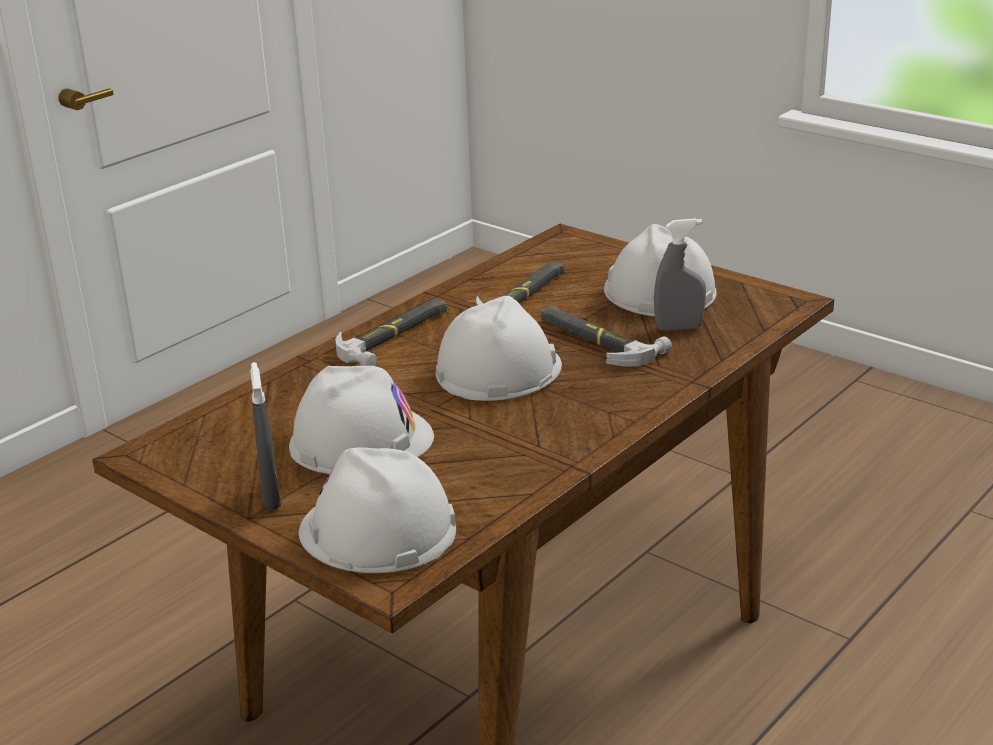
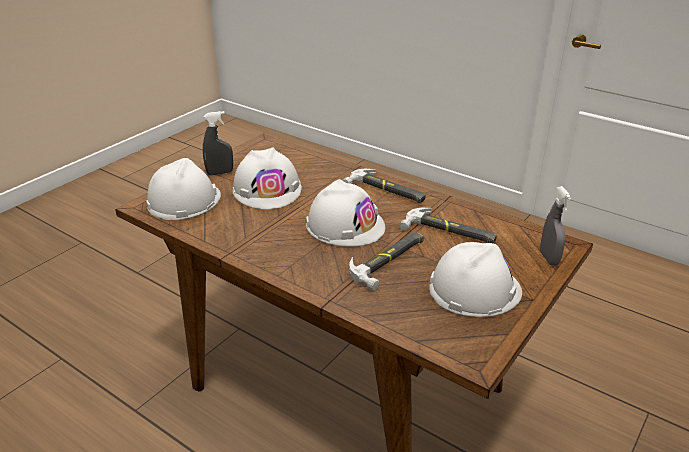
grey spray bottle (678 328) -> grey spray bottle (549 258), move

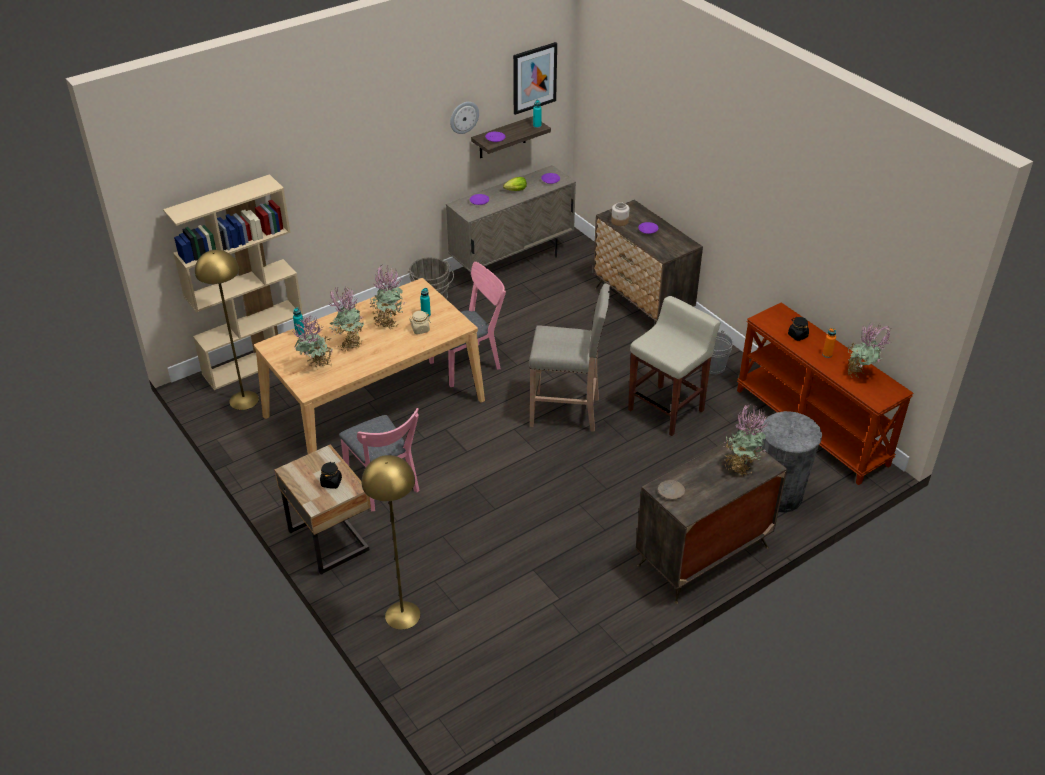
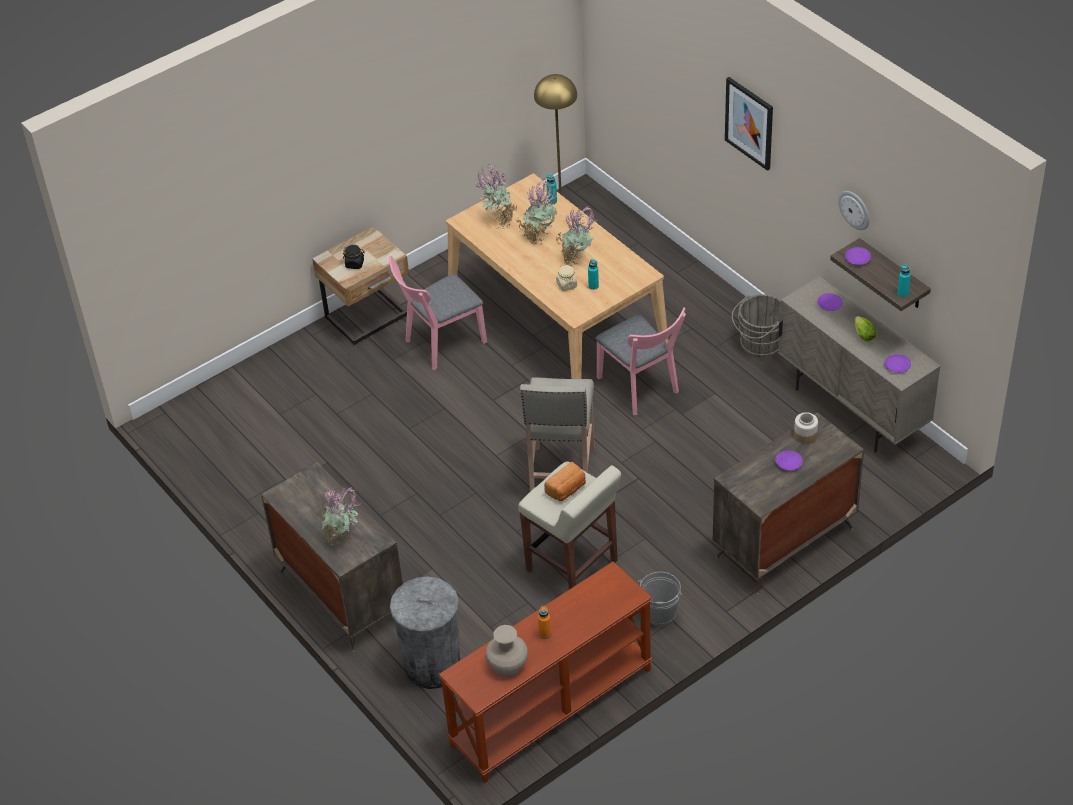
beige bookcase (256 362) -> none
yellow floor lamp (402 615) -> none
picture (534 78) -> picture (749 123), move
beige plate (670 492) -> none
black jar (797 335) -> none
potted plant (861 374) -> beige vase (507 664)
none -> bread (567 490)

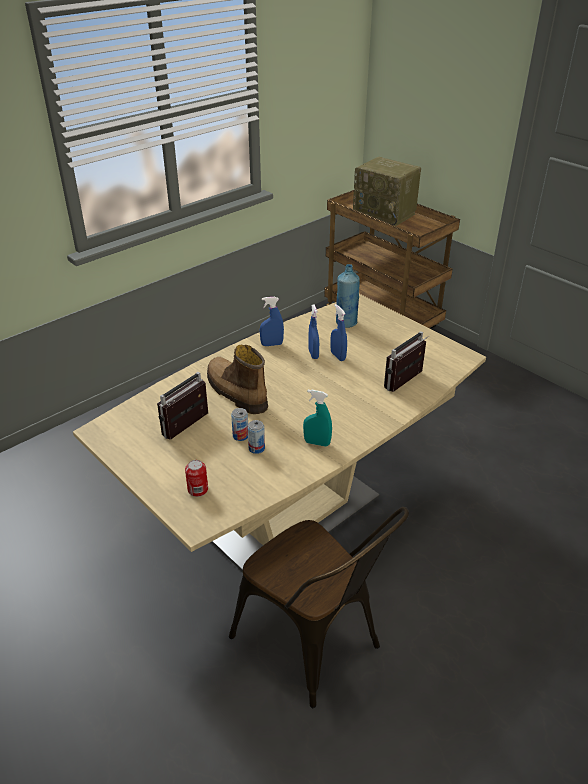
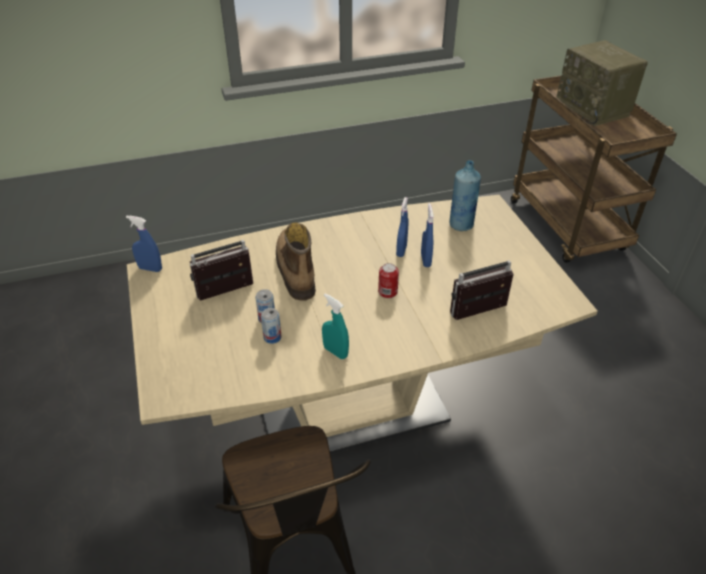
can (198 489) -> can (387 292), move
blue spray bottle (272 344) -> blue spray bottle (150 269), move

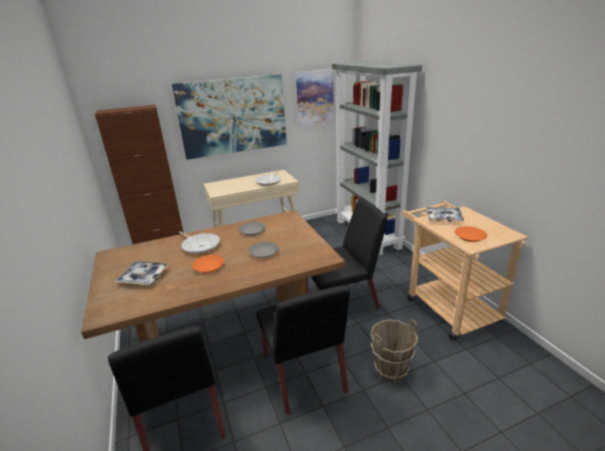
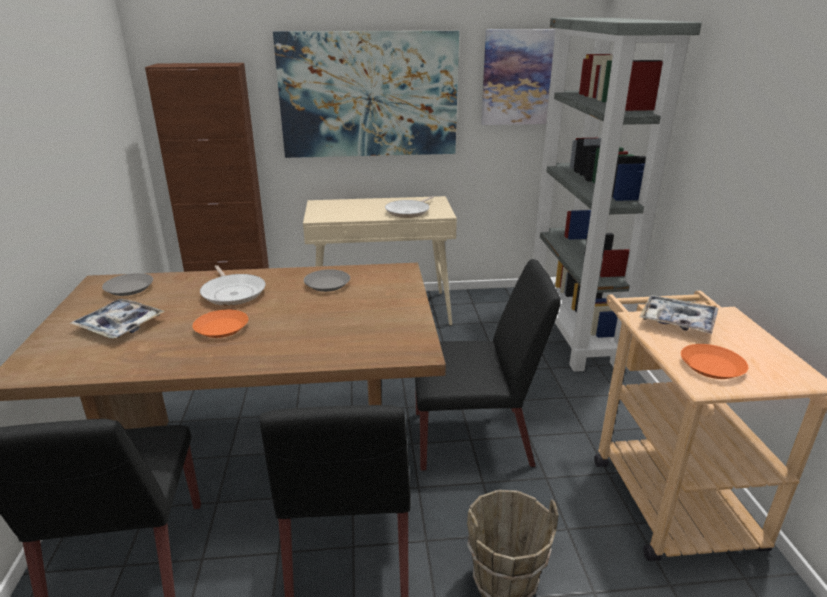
grey plate (263 252) -> grey plate (128 288), move

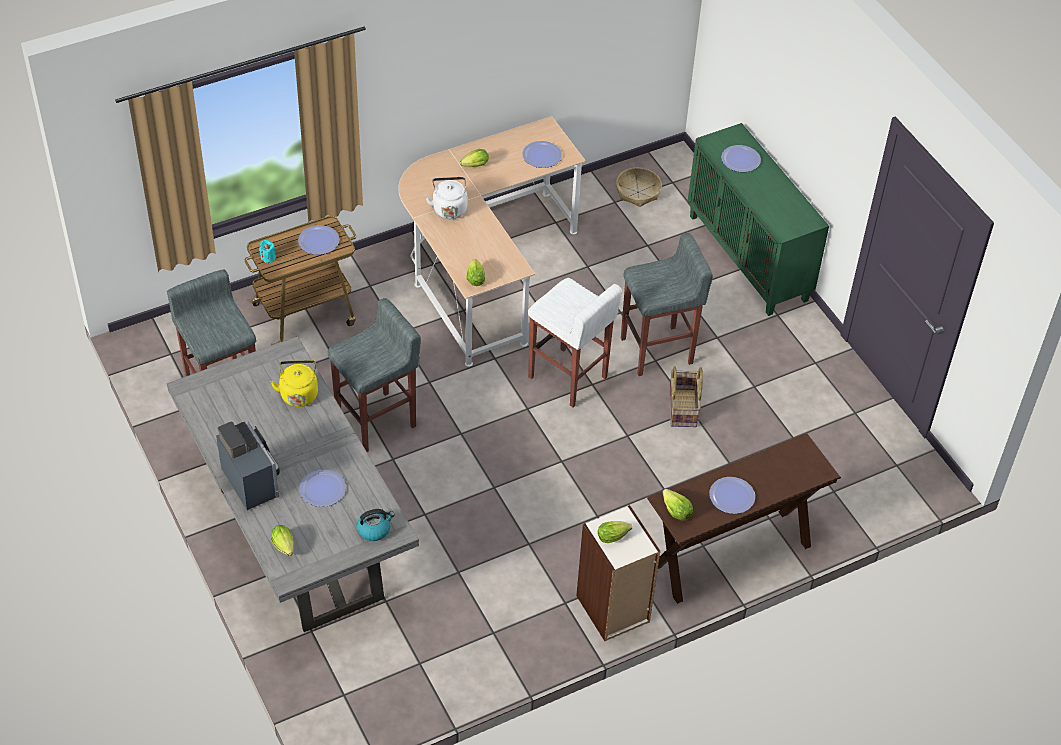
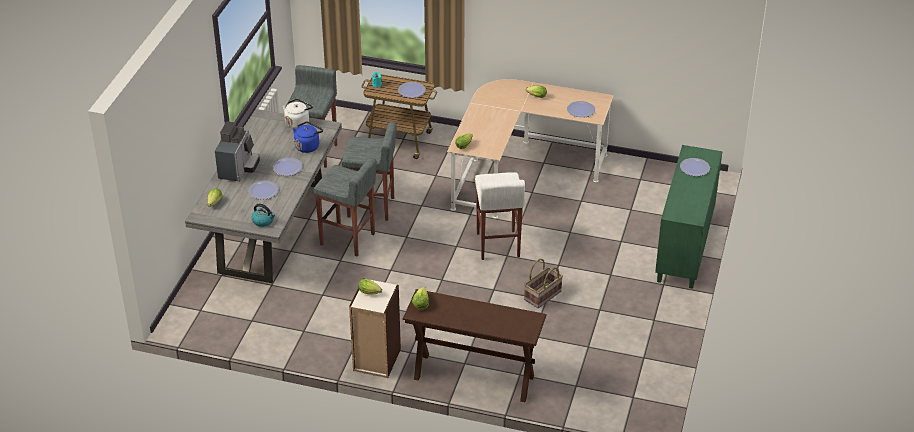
yellow kettle (298 393) -> blue kettle (308 146)
white kettle (449 208) -> white kettle (298 122), move
basket (638 192) -> none
grey stool (658 351) -> grey stool (348 240), move
plate (732 496) -> plate (287 167), move

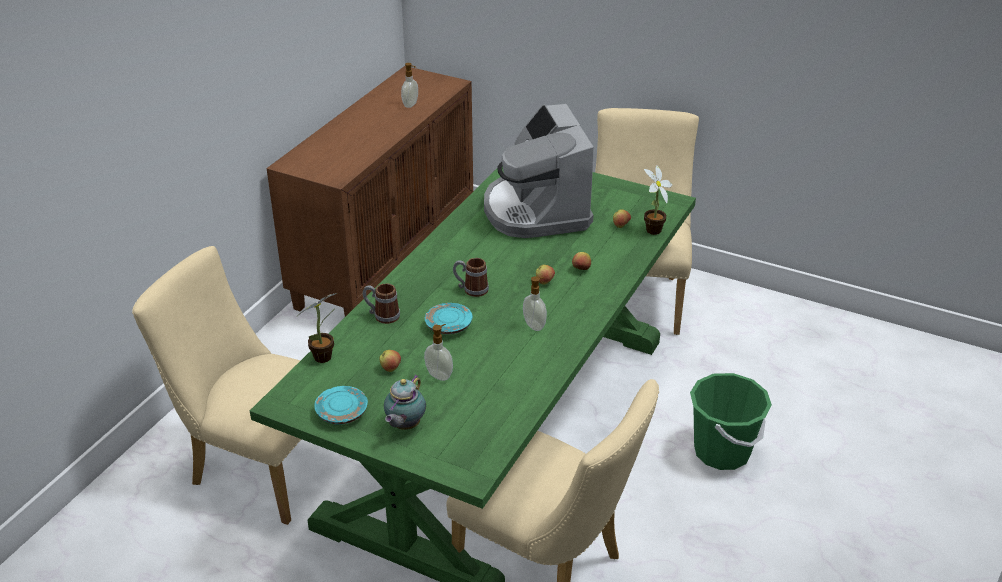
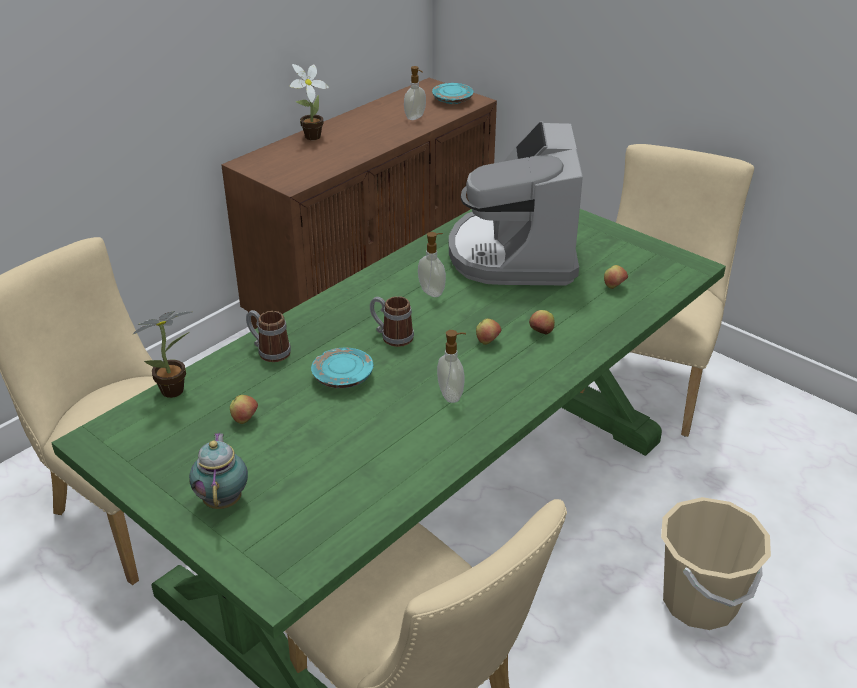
turquoise plate (342 412) -> turquoise plate (452 100), move
teapot (404 426) -> teapot (223 499), 135 degrees clockwise
soap dispenser (439 375) -> soap dispenser (432 291), move
potted plant (652 231) -> potted plant (310 137), move
green bucket (722 451) -> beige bucket (699 601)

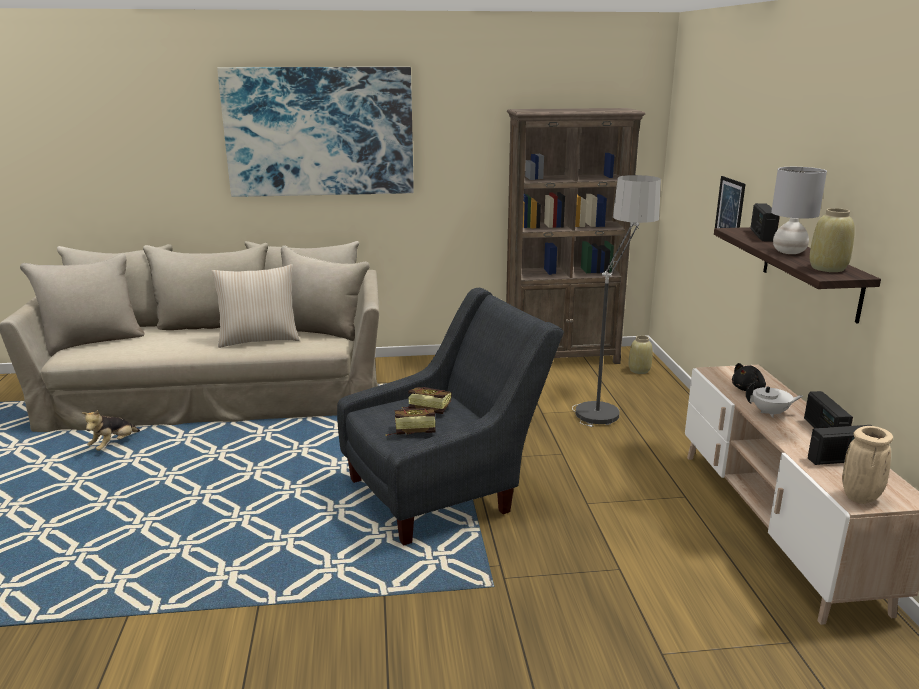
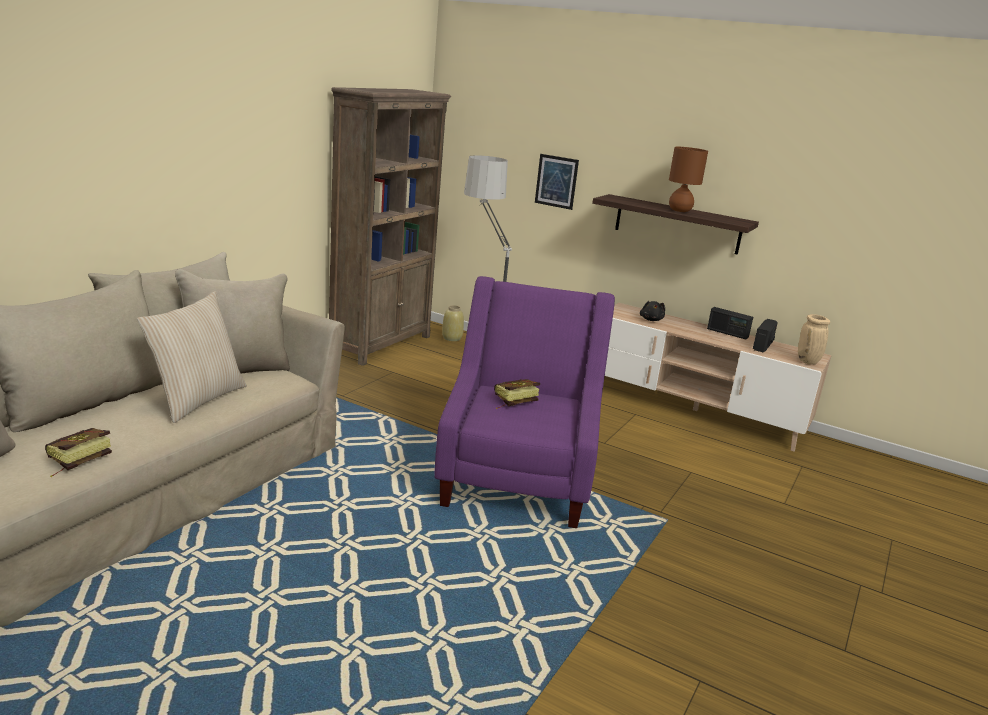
plush toy (113 445) -> none
picture (319 132) -> none
grey armchair (445 491) -> purple armchair (517 478)
book (410 431) -> book (74 462), move
white teapot (770 413) -> none
radio (762 235) -> none
grey table lamp (788 252) -> brown table lamp (679 210)
beige vase (827 268) -> none

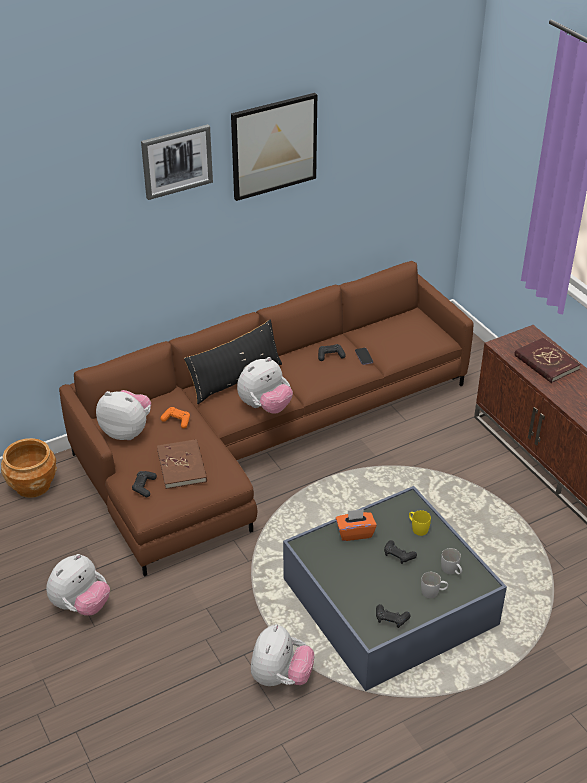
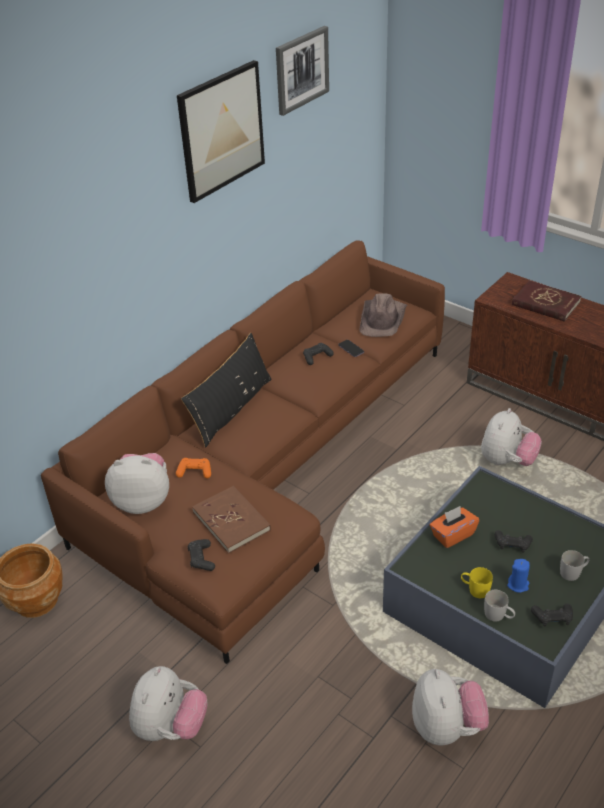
picture (176 161) -> picture (301 70), move
plush toy (265 406) -> plush toy (507 461), move
yellow mug (417 528) -> yellow mug (474 589), move
white mug (451 571) -> white mug (498 616), move
none -> brown hat (383 319)
none -> blue candle (518 585)

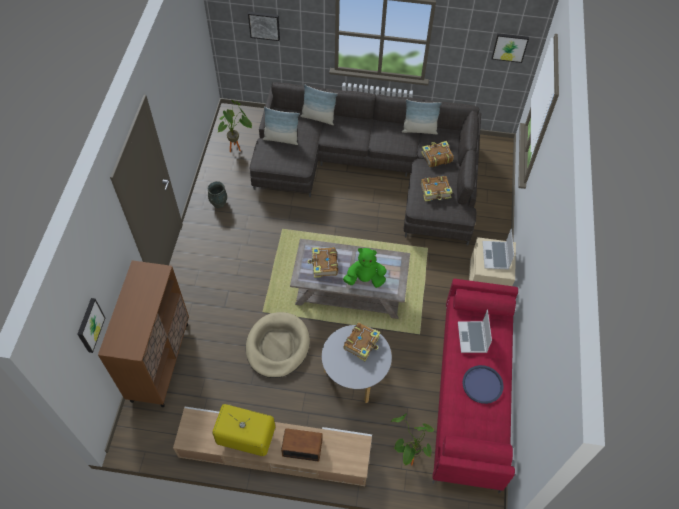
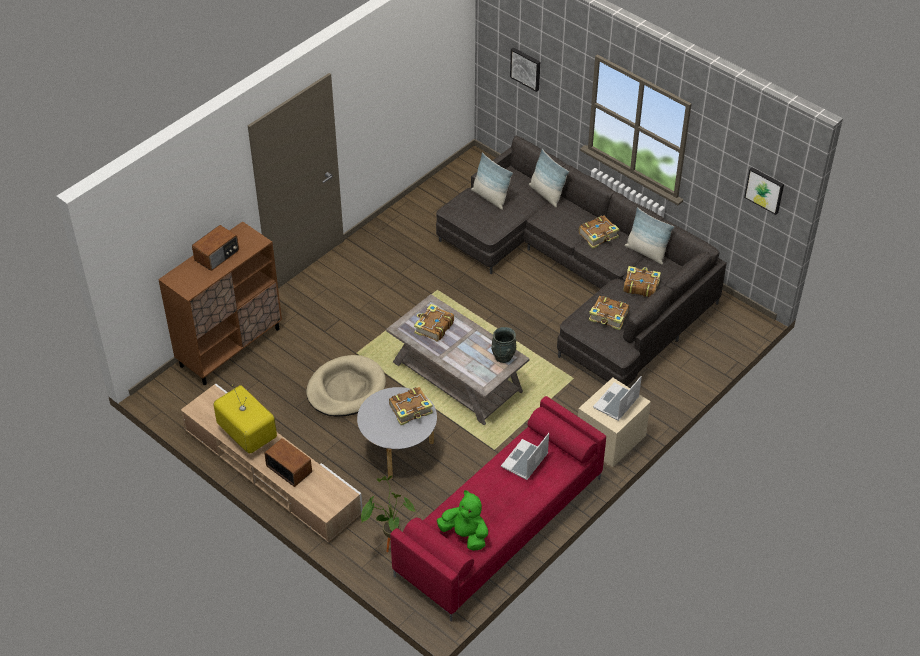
picture (89 325) -> none
grey vase (219 203) -> grey vase (503 357), move
potted plant (237 148) -> none
green plush toy (365 279) -> green plush toy (465 535), move
blue tray (482 384) -> none
none -> radio (217 256)
none -> book (599 236)

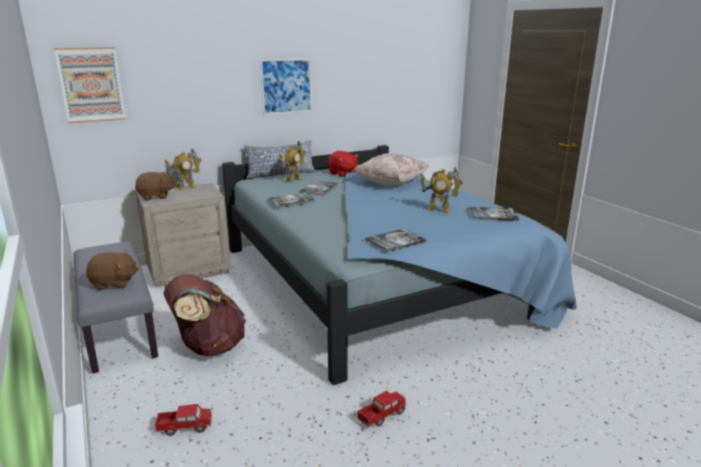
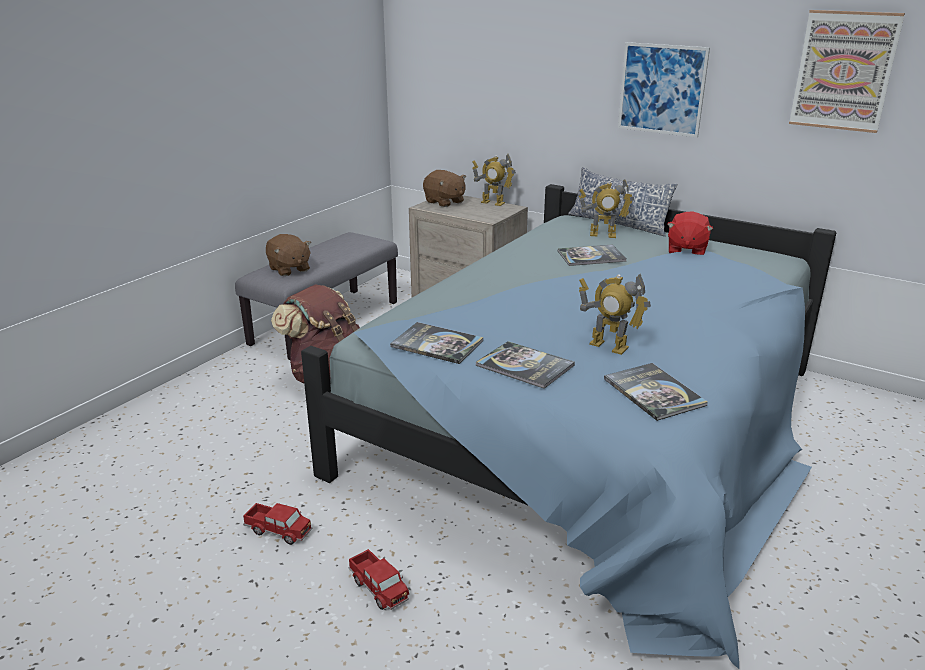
picture (91 85) -> picture (844 71), move
toy truck (184 426) -> toy truck (379 587), move
book (291 201) -> book (525 366), move
beige pillow (391 183) -> none
toy robot (439 210) -> toy robot (608 346), 45 degrees counterclockwise

